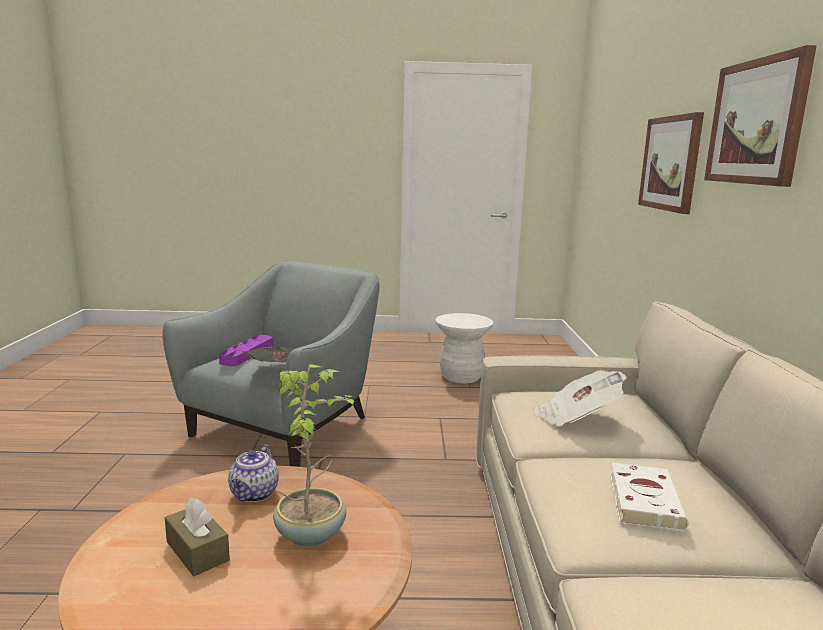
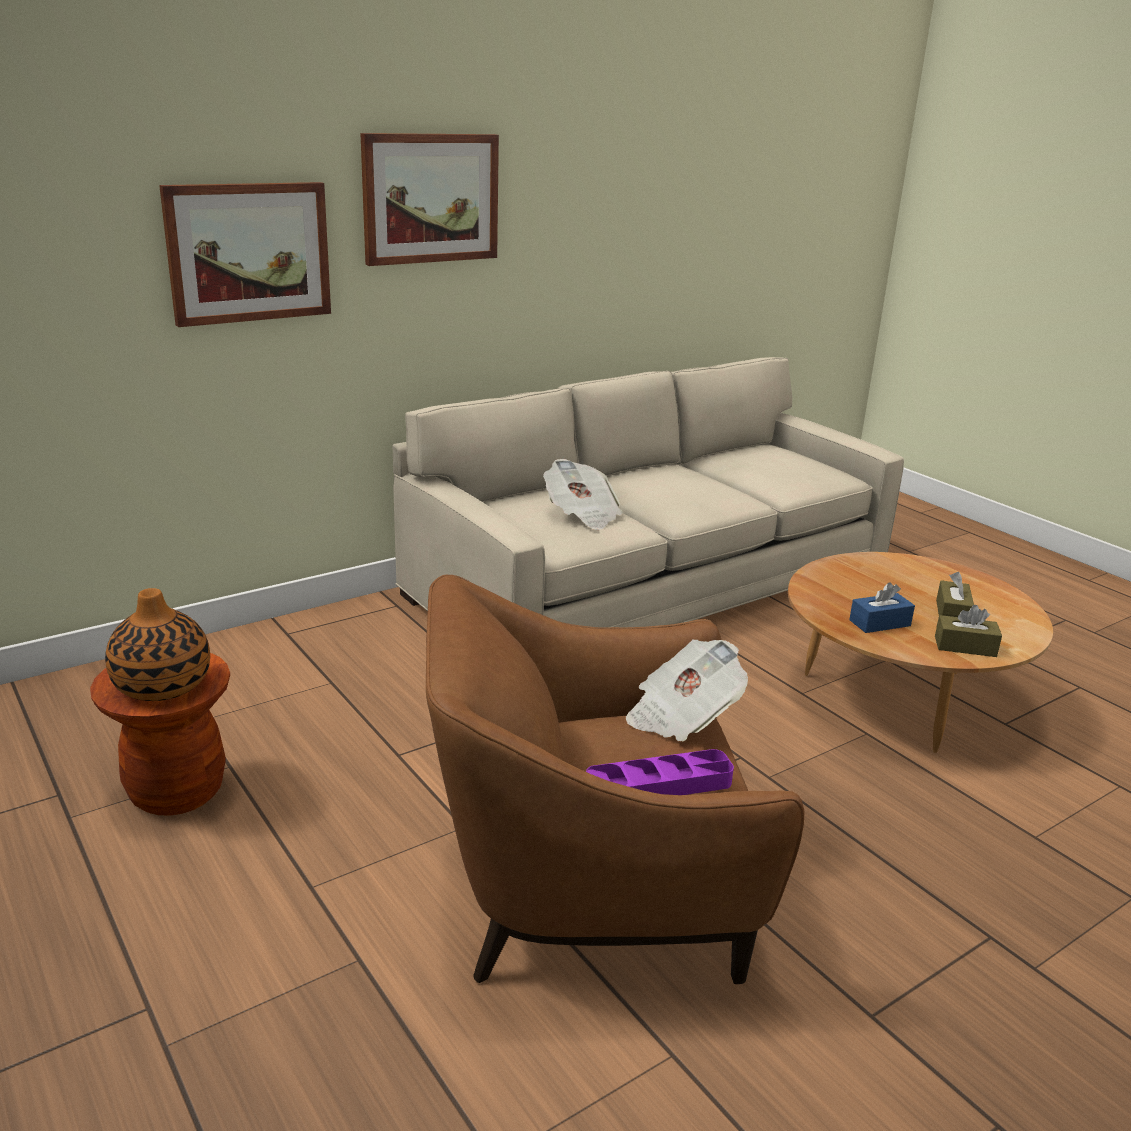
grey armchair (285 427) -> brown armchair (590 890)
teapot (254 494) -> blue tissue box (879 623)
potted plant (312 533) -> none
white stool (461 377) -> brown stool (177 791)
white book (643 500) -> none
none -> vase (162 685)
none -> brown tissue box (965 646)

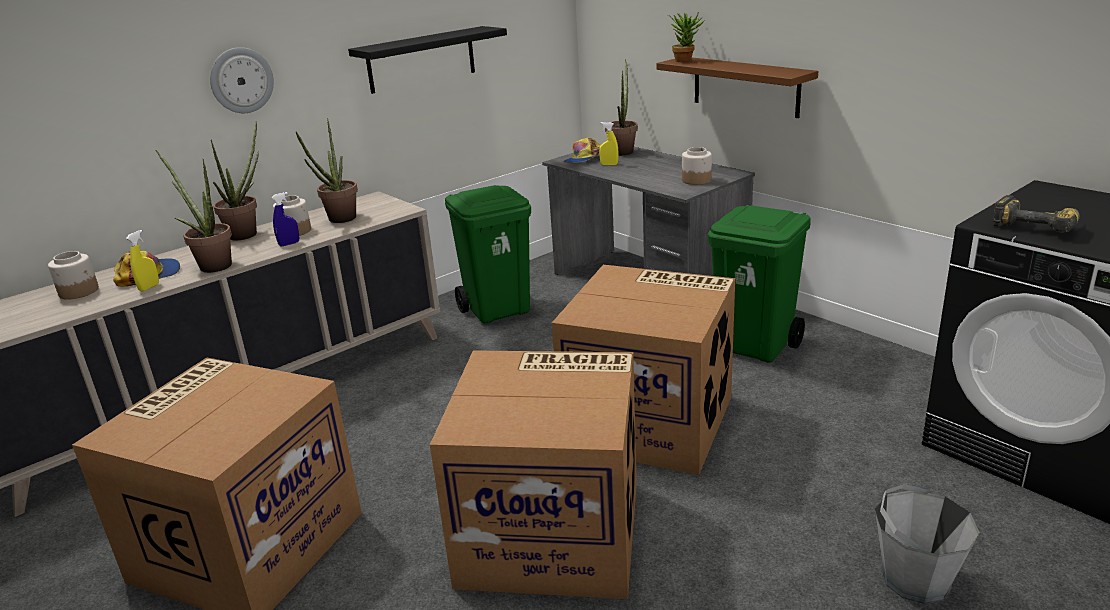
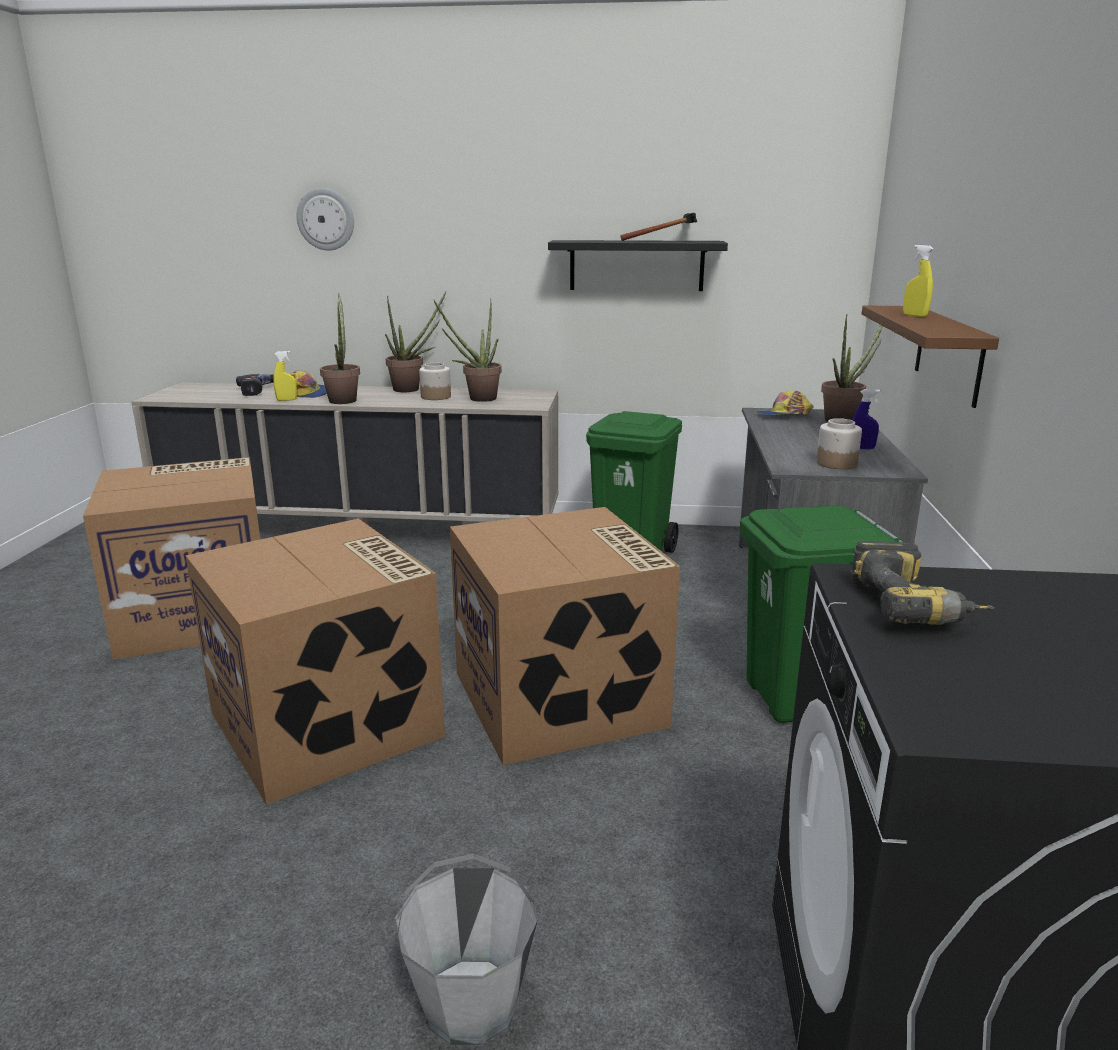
jar (79 291) -> power drill (259 391)
wall clock (241 80) -> wall clock (326 219), move
blue spray bottle (289 244) -> blue spray bottle (862 448), move
yellow spray bottle (609 164) -> yellow spray bottle (914 315), move
potted plant (685 60) -> none
none -> hammer (668 240)

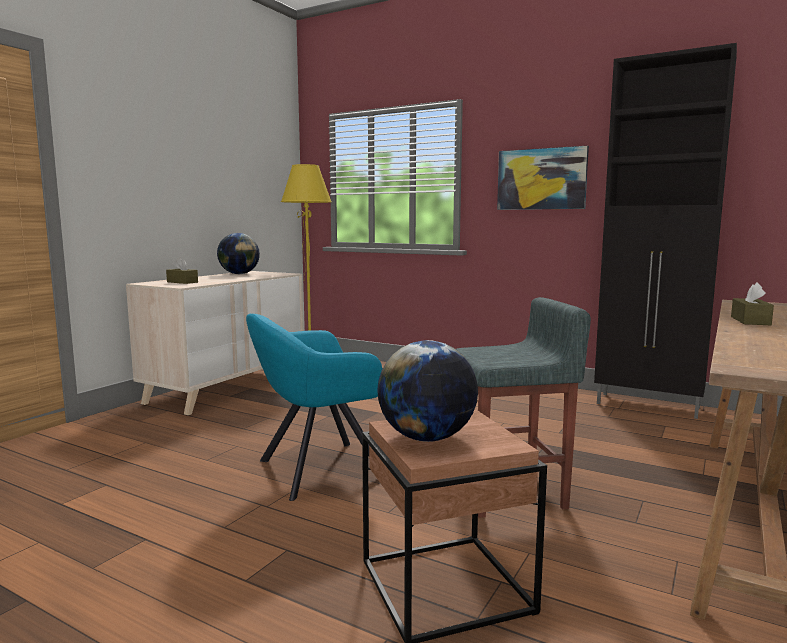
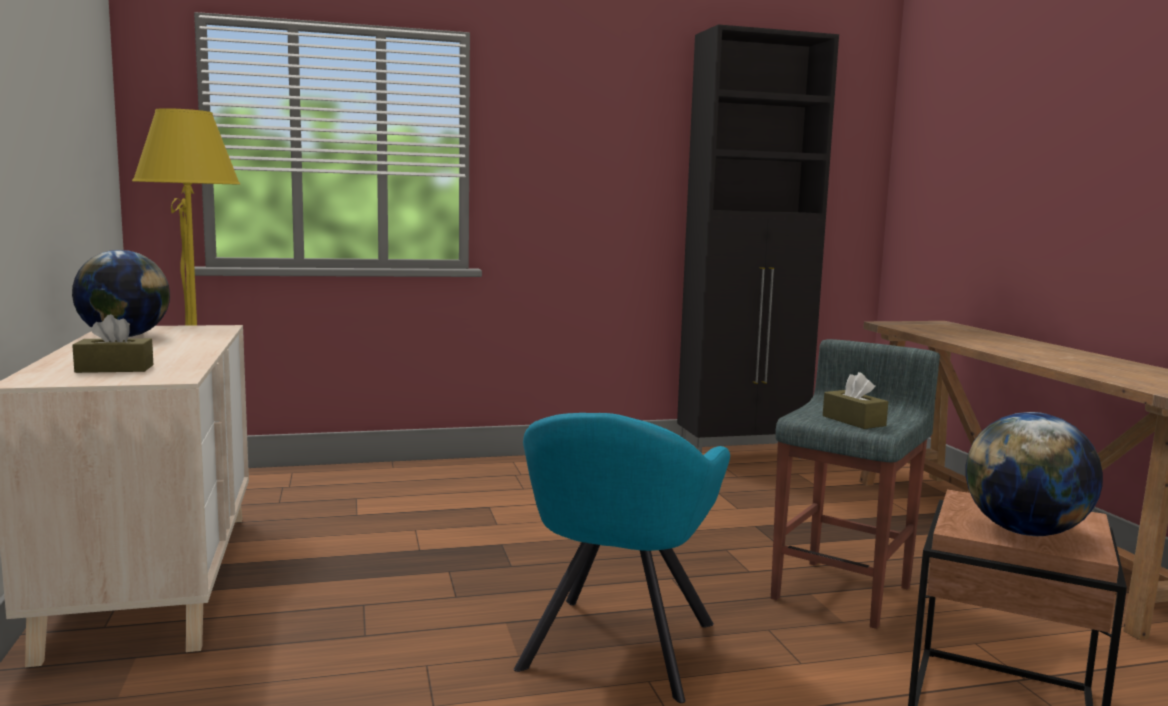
picture (541 179) -> none
brown tissue box (750 321) -> brown tissue box (853 421), move

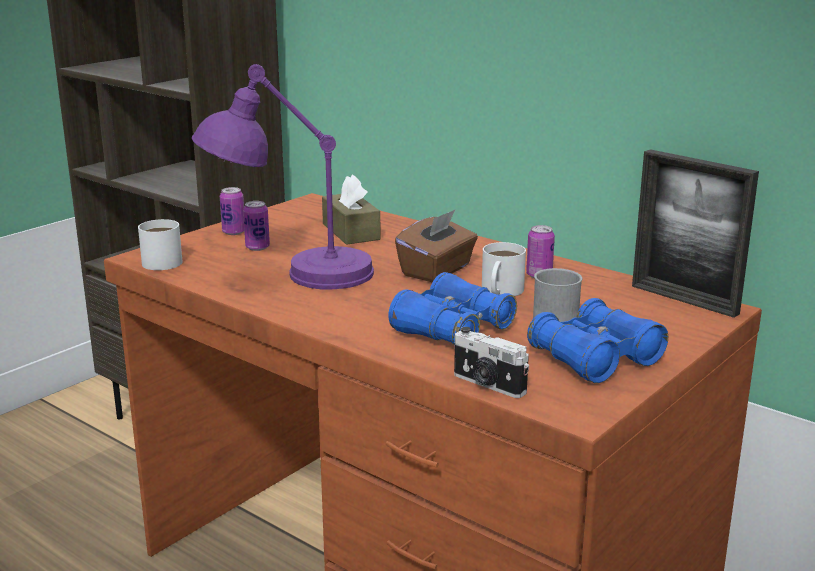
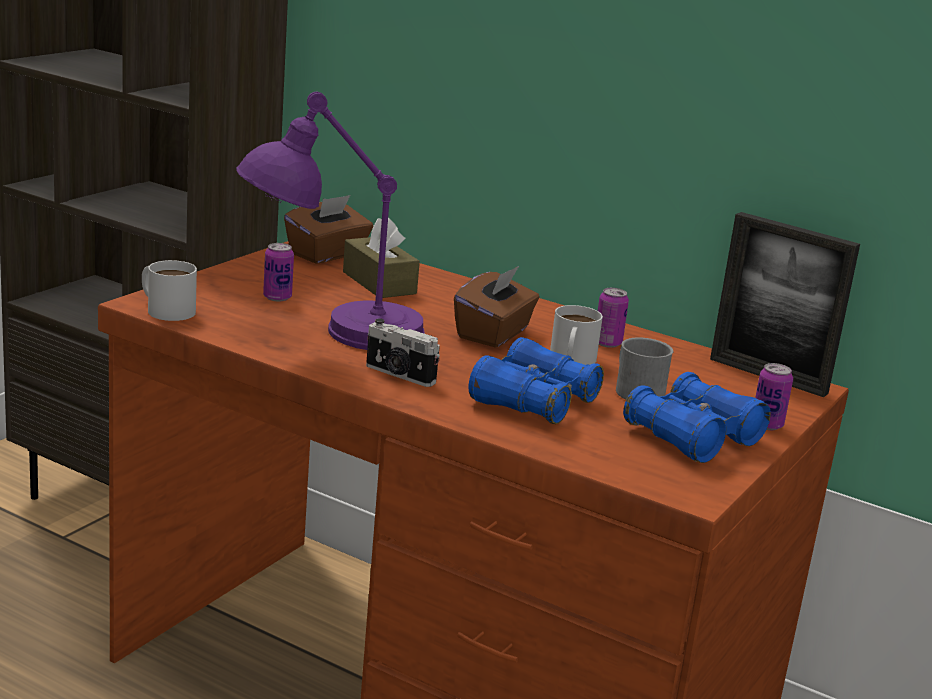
can (233 232) -> can (767 425), move
photo camera (488 385) -> photo camera (399 375), move
none -> brown tissue box (327 254)

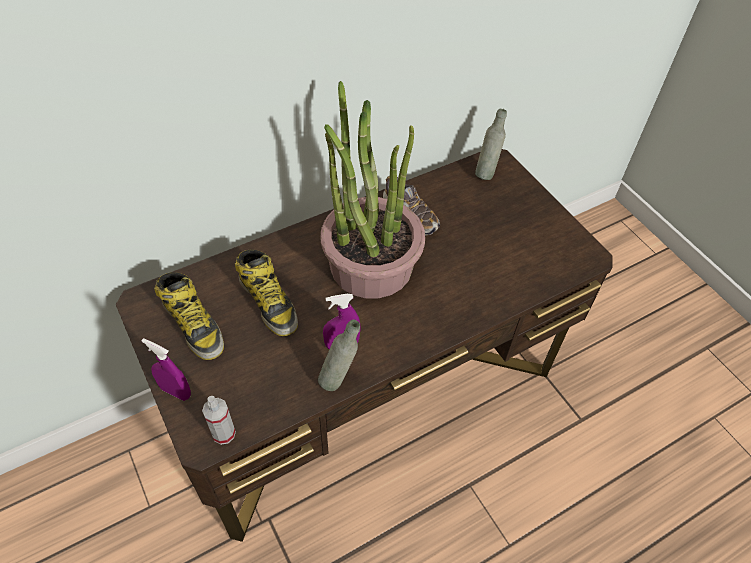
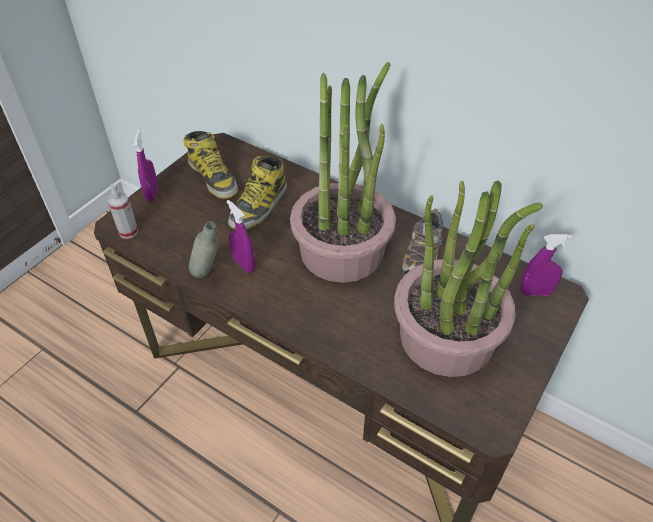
boot (194 325) -> boot (213 177), 60 degrees counterclockwise
grey bottle (486 172) -> purple spray bottle (535 292)
none -> potted plant (447 337)

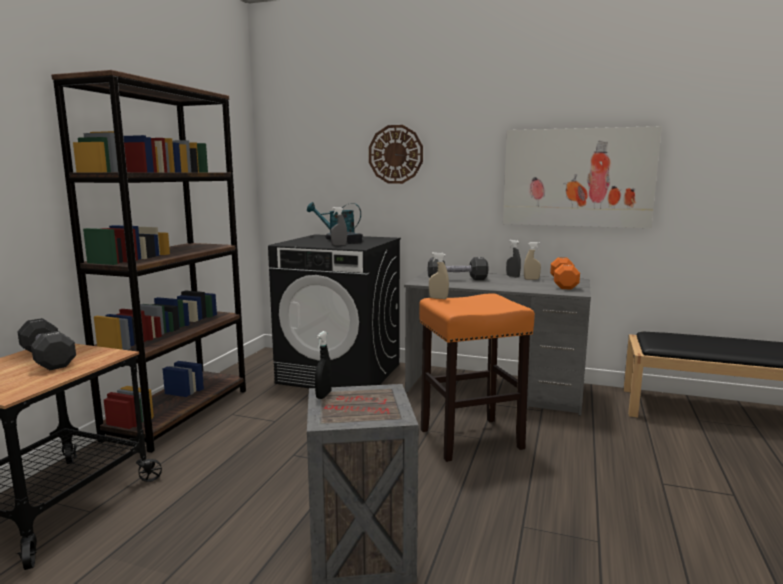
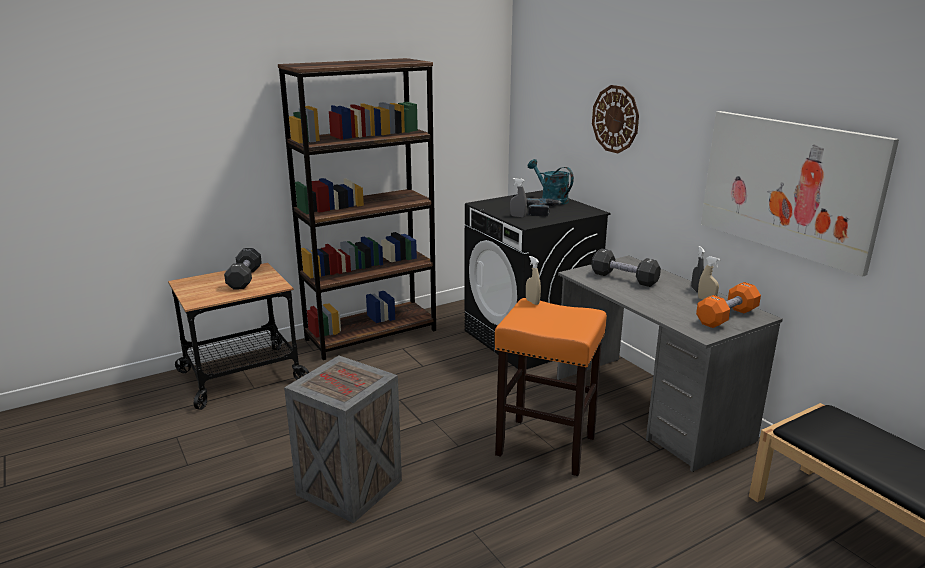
black spray bottle (323 395) -> none

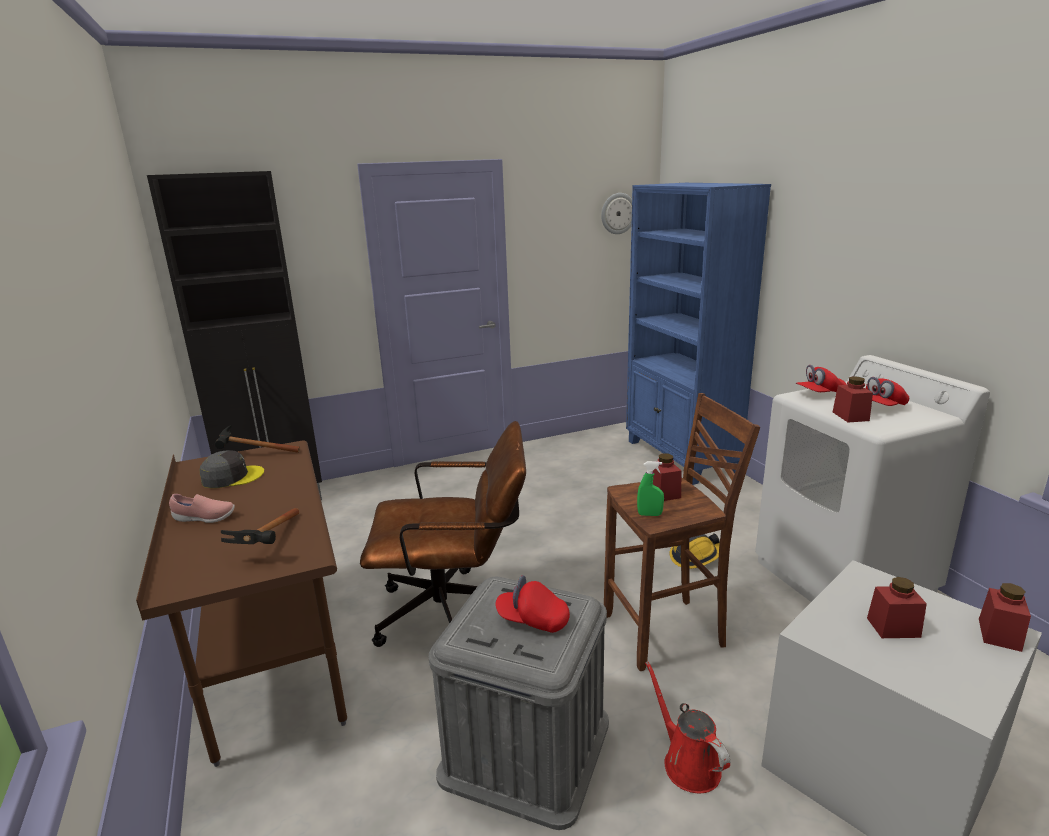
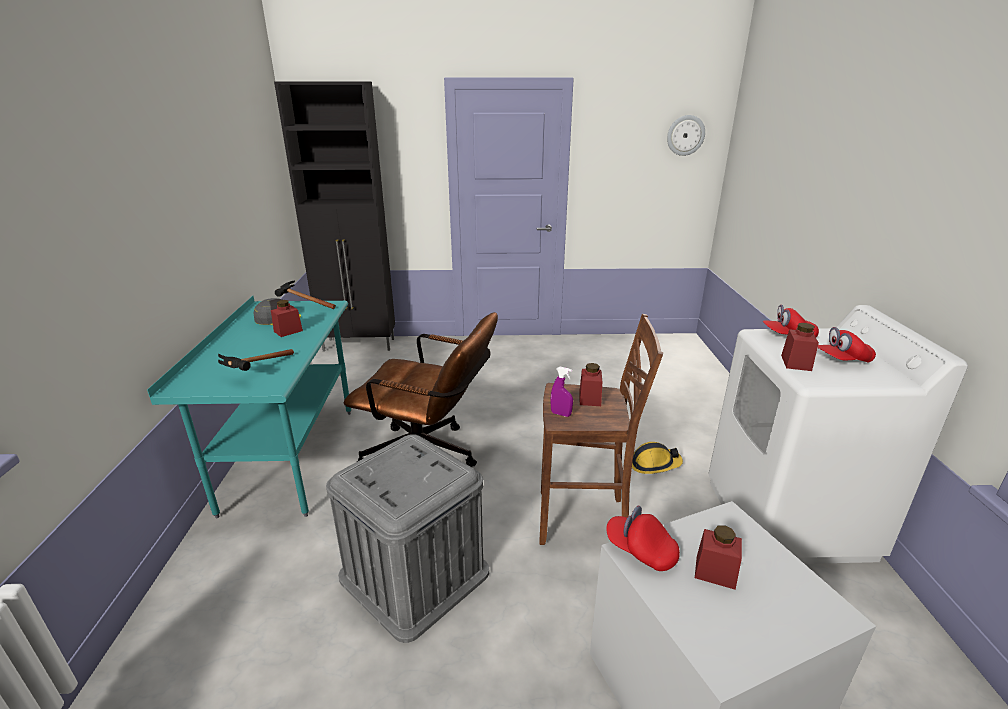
brown desk (275 660) -> turquoise desk (291 458)
pink shoe (204 518) -> none
red cap (533 620) -> red cap (640 550), move
blue bookcase (680 457) -> none
green spray bottle (649 514) -> purple spray bottle (560 414)
red watering can (687 763) -> none
red jar (999 634) -> red jar (288 331), move

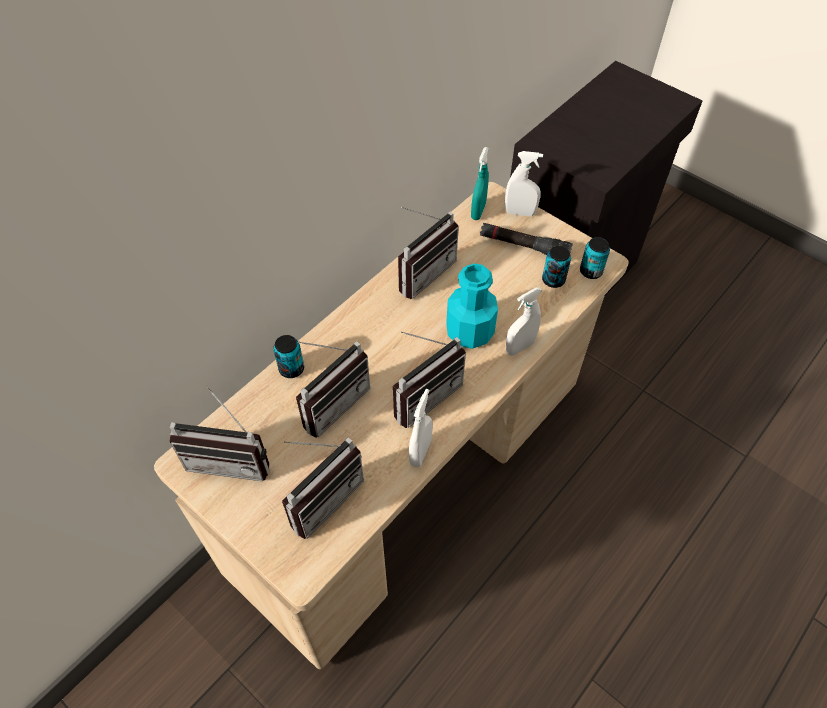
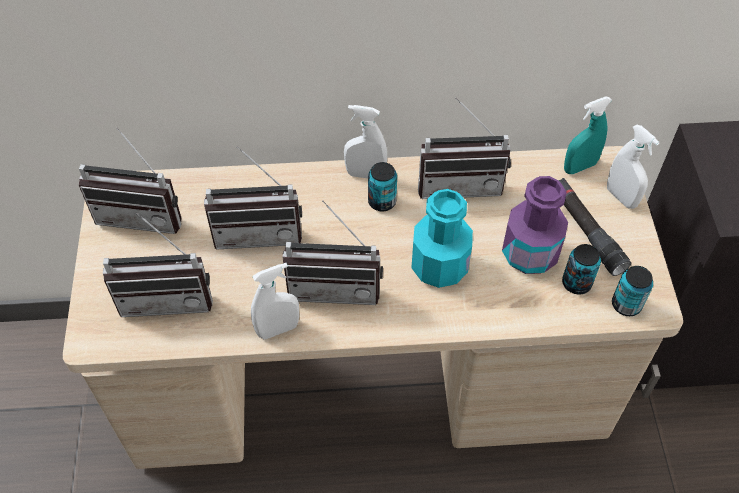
radio (232 459) -> radio (143 214), 45 degrees counterclockwise
can (291 369) -> can (382 202), move
white spray bottle (519 347) -> white spray bottle (365 174), move
none -> purple bottle (529 254)

